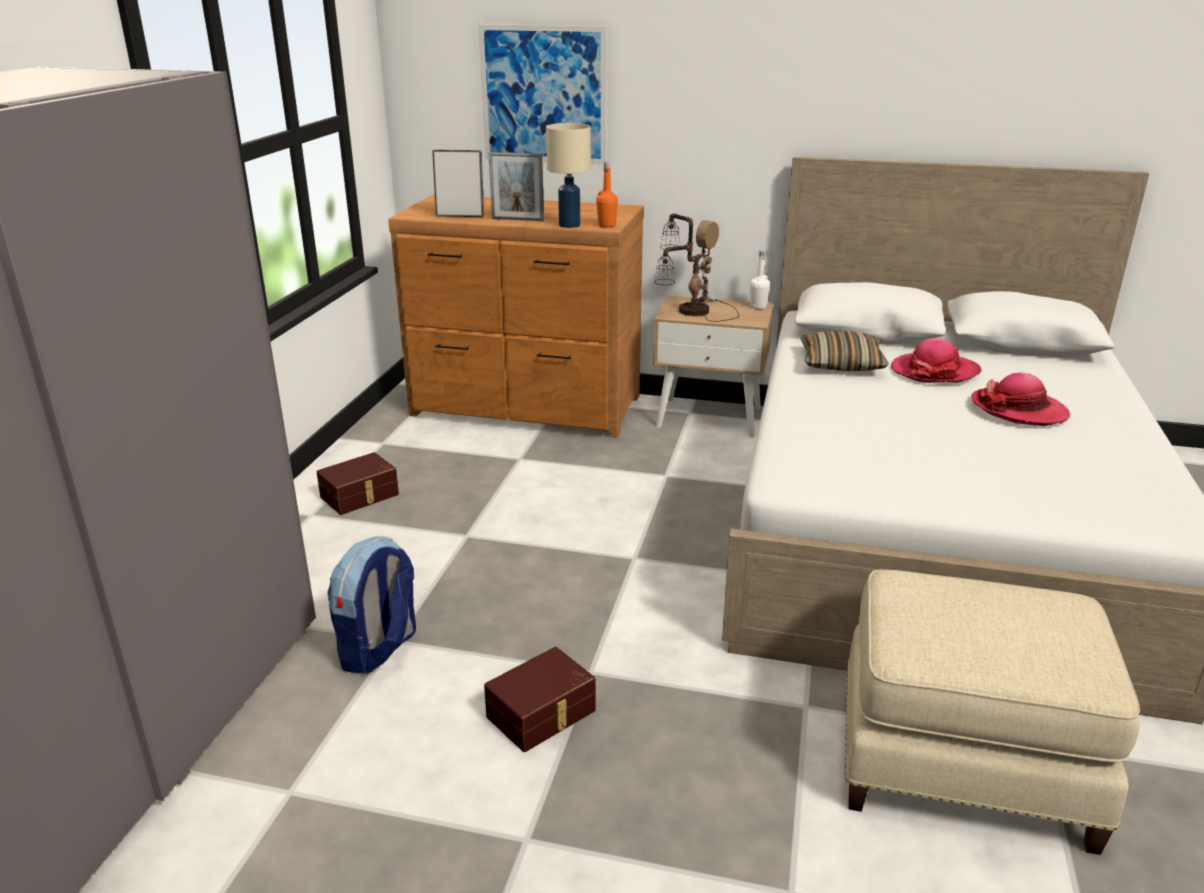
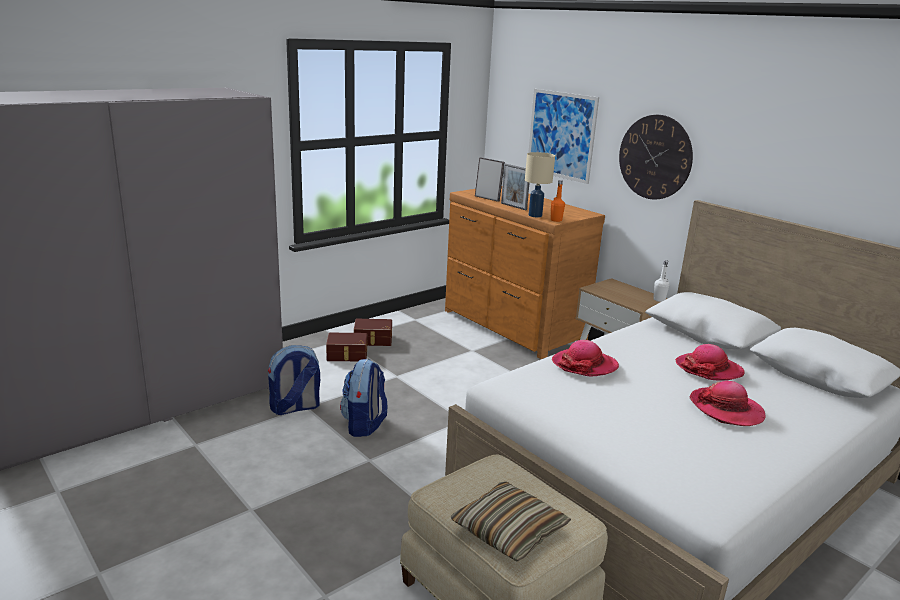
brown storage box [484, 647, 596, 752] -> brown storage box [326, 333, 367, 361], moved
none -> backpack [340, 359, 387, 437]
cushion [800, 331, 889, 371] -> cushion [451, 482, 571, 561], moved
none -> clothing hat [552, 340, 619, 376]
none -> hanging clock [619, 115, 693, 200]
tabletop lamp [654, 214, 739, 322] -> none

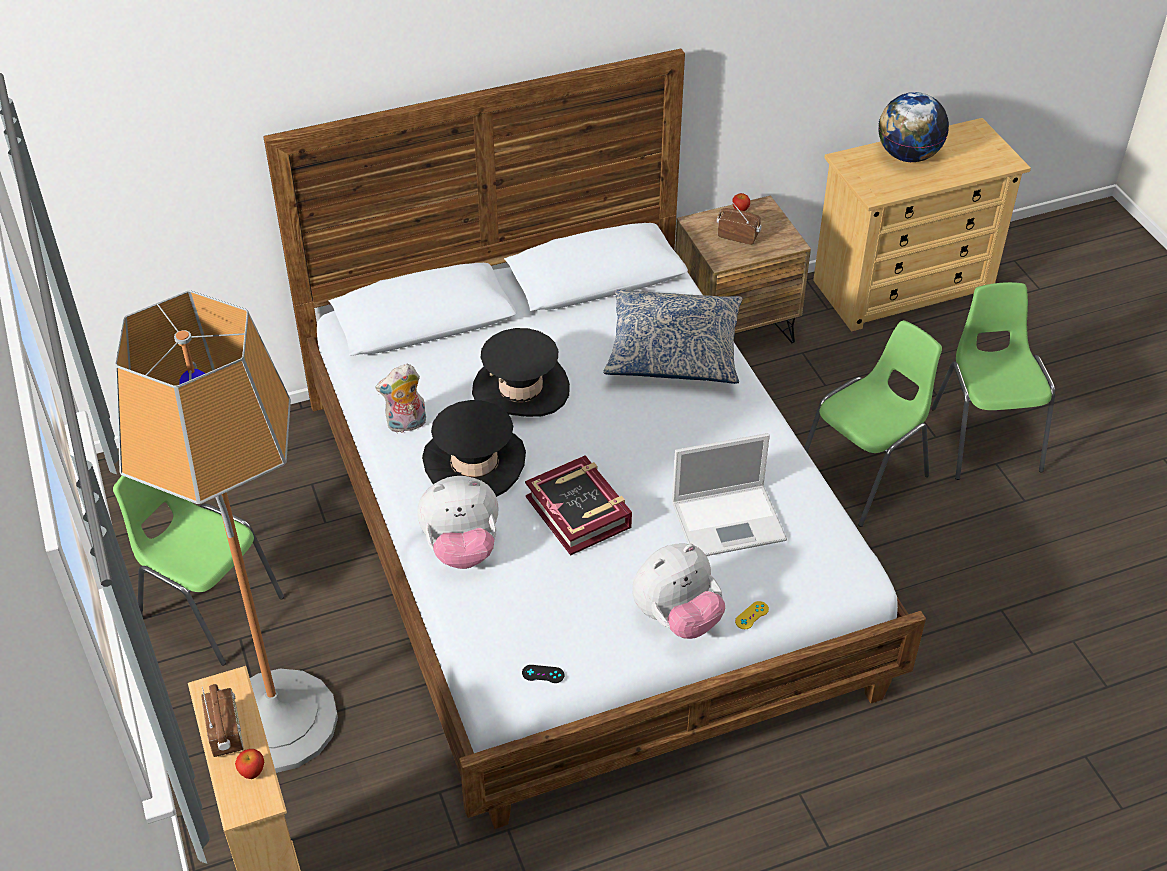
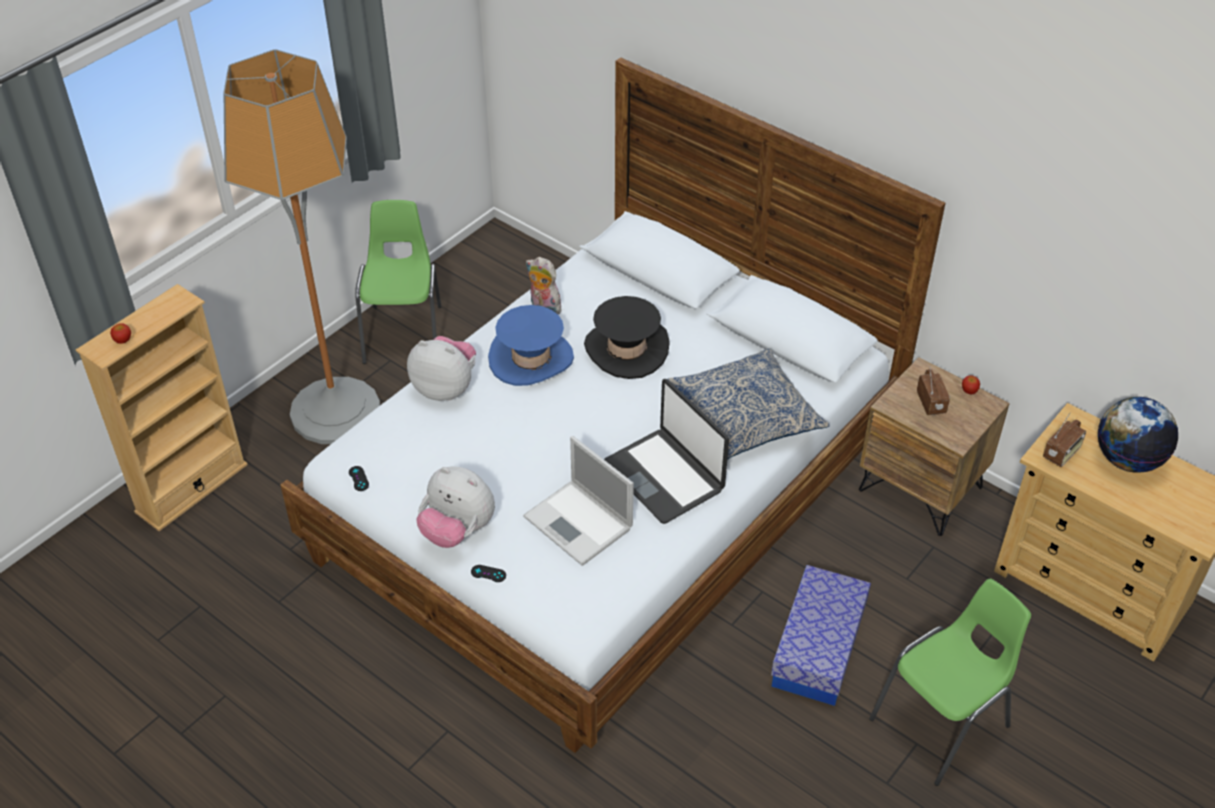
plush toy [417, 476, 498, 569] -> plush toy [407, 336, 476, 401], 150 degrees clockwise
yellow gamepad [735, 601, 769, 629] -> blackish gamepad [471, 565, 506, 582]
blackish clothing hat [422, 400, 526, 497] -> bluish clothing hat [488, 305, 574, 386]
none -> portable computer [604, 379, 729, 524]
green-coloured upright chair [804, 320, 942, 527] -> storage box [771, 565, 871, 706]
radio [201, 684, 244, 757] -> radio [1043, 412, 1086, 467], moved
book [525, 455, 632, 556] -> none

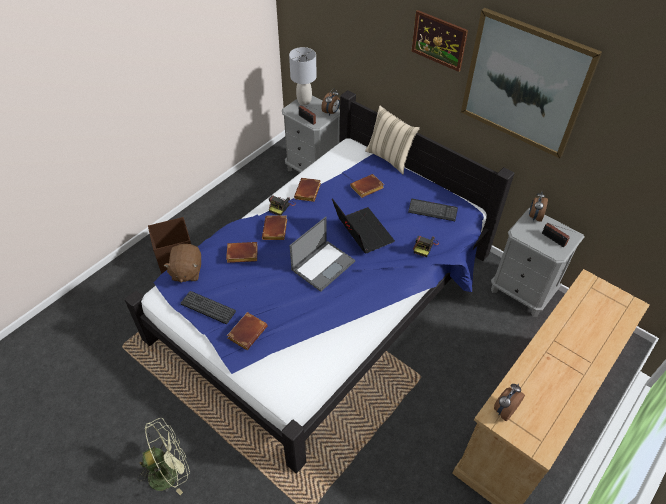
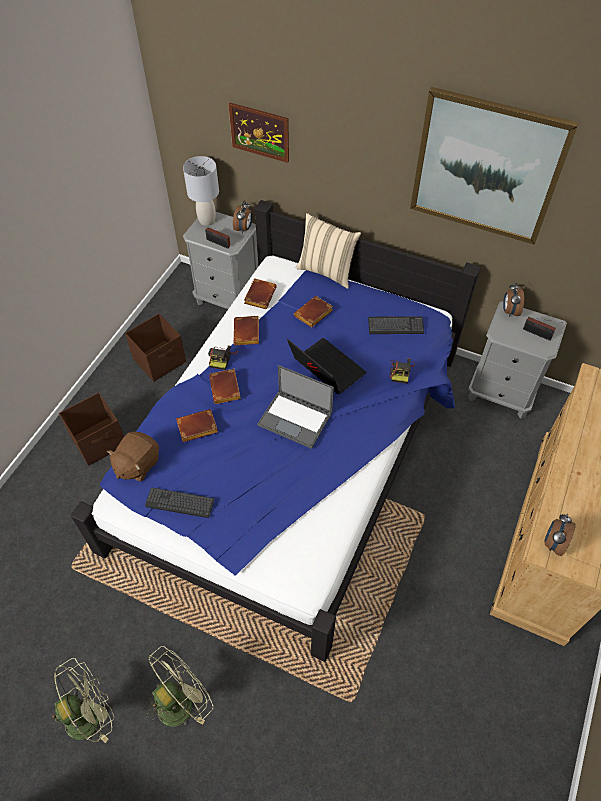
none -> green-coloured cooling fan [52, 658, 114, 743]
brown plush toy [164, 244, 201, 283] -> brown plush toy [107, 432, 159, 482], 45 degrees clockwise
none -> brown storage box [125, 314, 186, 382]
picture [412, 10, 468, 72] -> picture [228, 103, 289, 163], moved
brown book [227, 312, 268, 350] -> brown book [244, 278, 277, 309], moved
portable computer [290, 217, 355, 292] -> portable computer [257, 365, 334, 449], 90 degrees clockwise

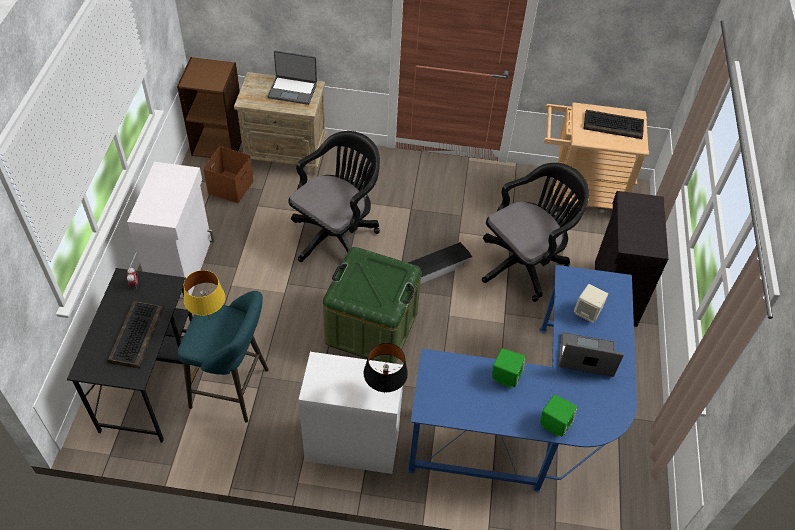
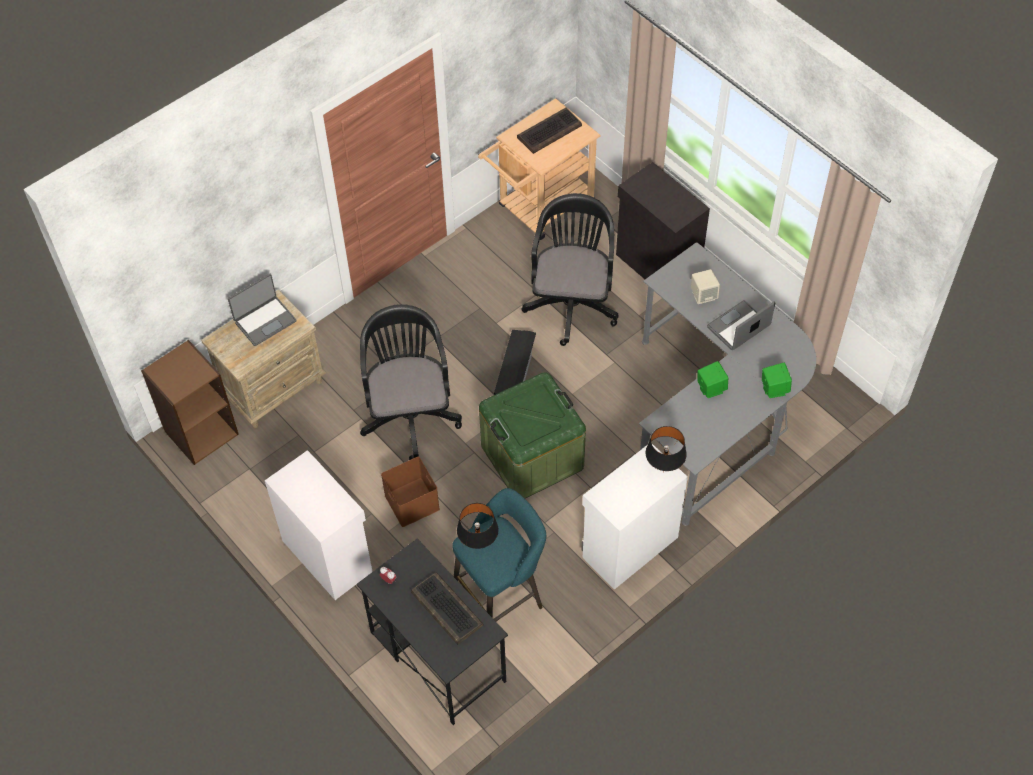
brown storage box [203, 146, 254, 203] -> brown storage box [381, 457, 440, 527], moved
yellow tabletop lamp [184, 270, 225, 320] -> blackish tabletop lamp [457, 503, 499, 549]
bluish desk unit [407, 265, 637, 492] -> grey desk unit [639, 242, 816, 526]

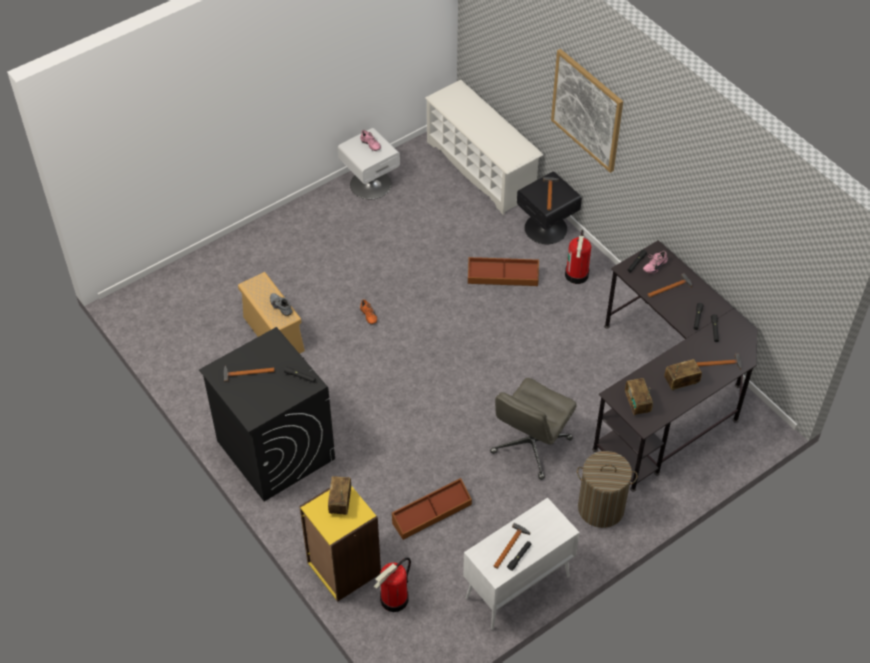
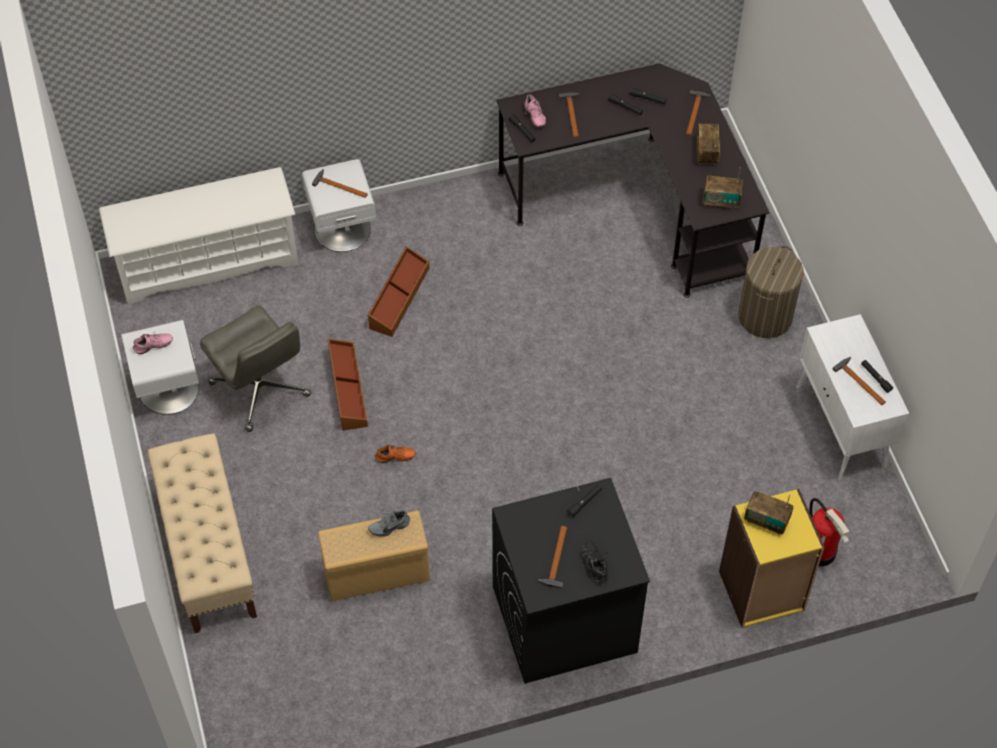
none -> beige long seat [148, 433, 257, 633]
grey desk chair [490, 378, 577, 480] -> grey desk chair [200, 306, 311, 432], moved
blackish bedside table [517, 171, 582, 244] -> white bedside table [302, 159, 376, 252]
brown storage box [392, 478, 472, 540] -> brown storage box [327, 339, 368, 431], moved
none -> blackish shoe [582, 541, 608, 584]
picture [551, 49, 623, 173] -> none
fire-fighting cylinder [565, 230, 591, 284] -> none

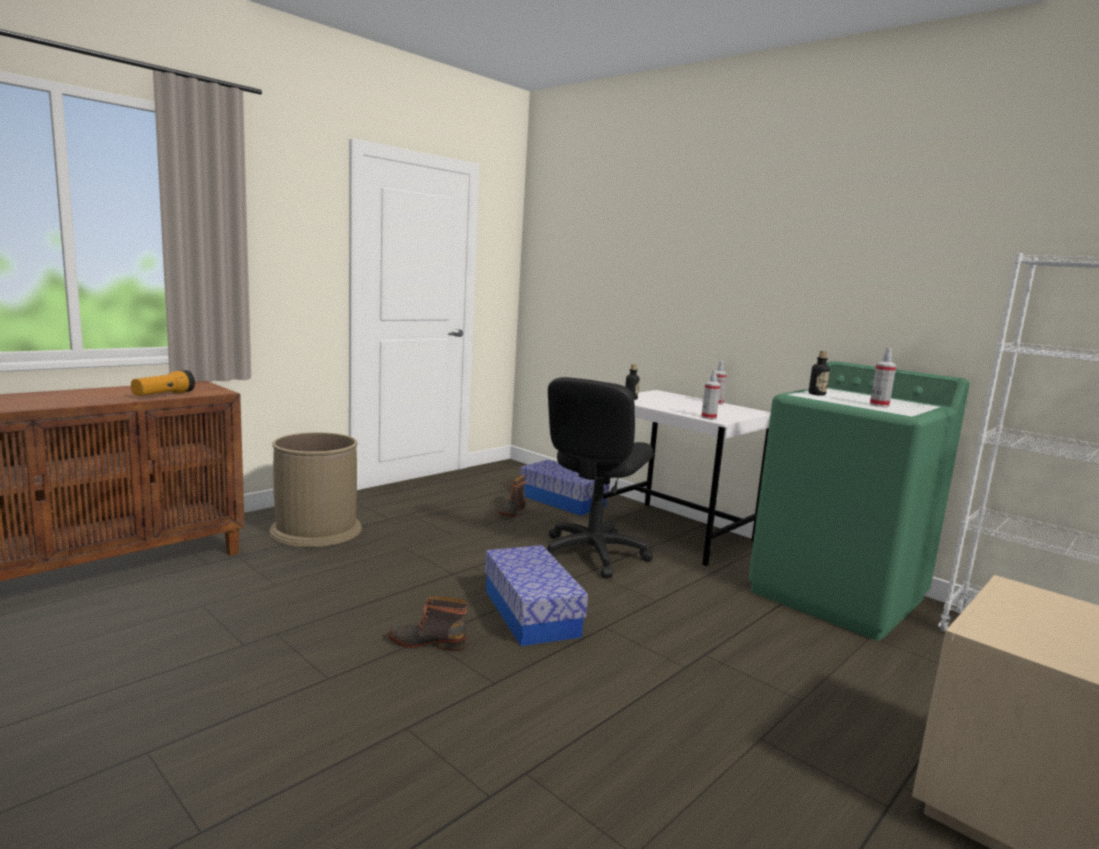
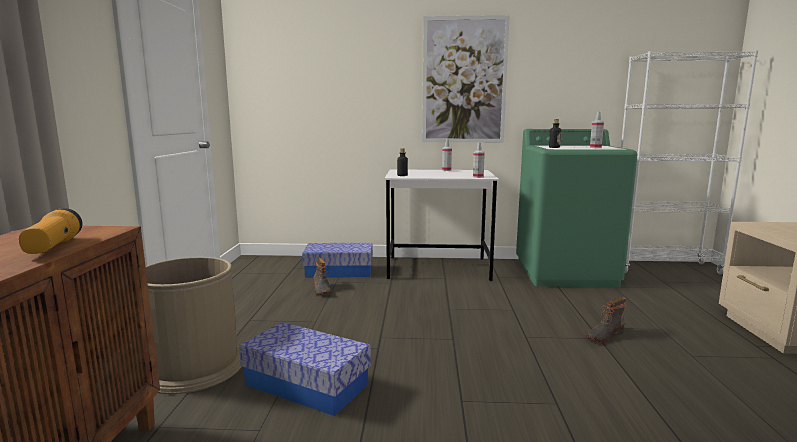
storage box [485, 545, 588, 646] -> storage box [239, 322, 371, 416], moved
none -> picture [422, 15, 510, 142]
high-top boot [388, 596, 467, 651] -> high-top boot [586, 297, 626, 343], moved
blackish desk chair [547, 377, 653, 578] -> none

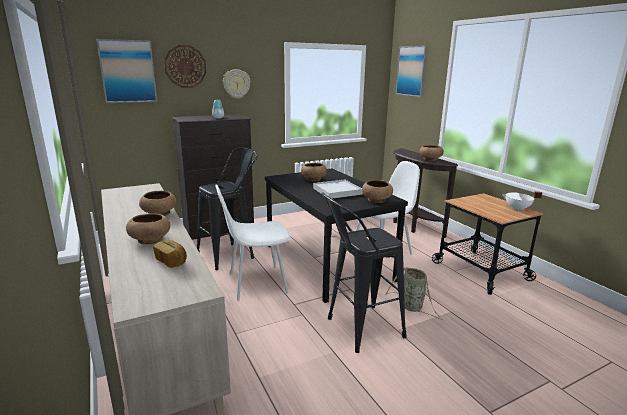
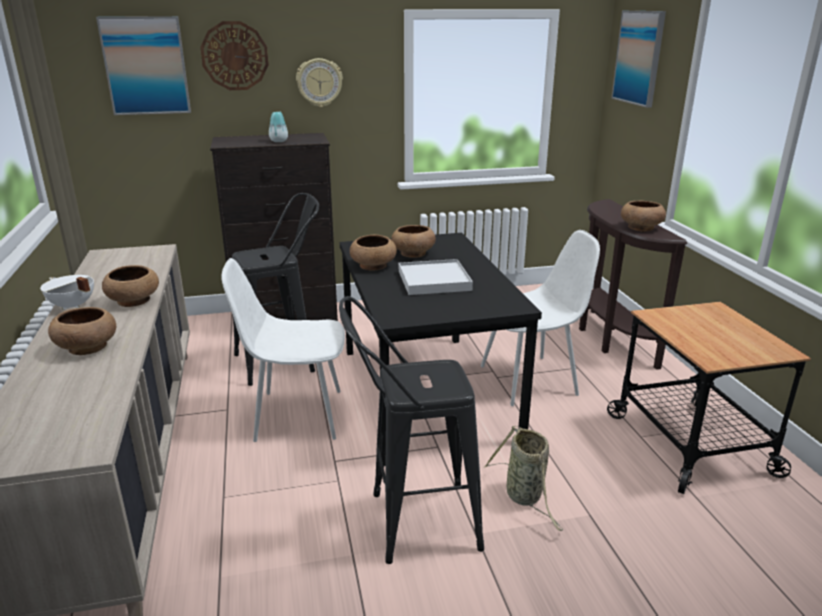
white cooking pot [502, 191, 542, 211] -> white cooking pot [40, 275, 94, 310], moved
brown bowl [362, 180, 393, 203] -> brown bowl [350, 235, 397, 271], moved
bread [153, 240, 187, 268] -> none

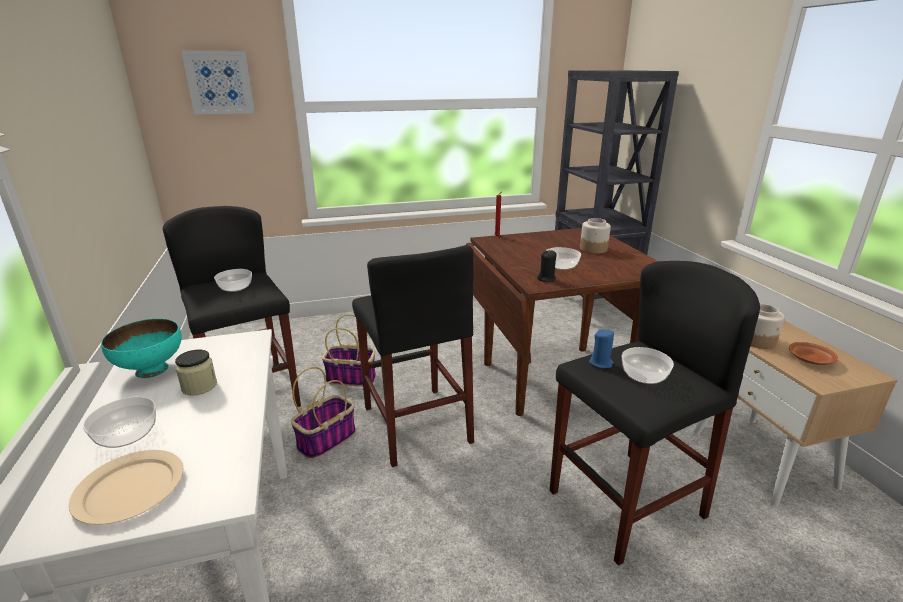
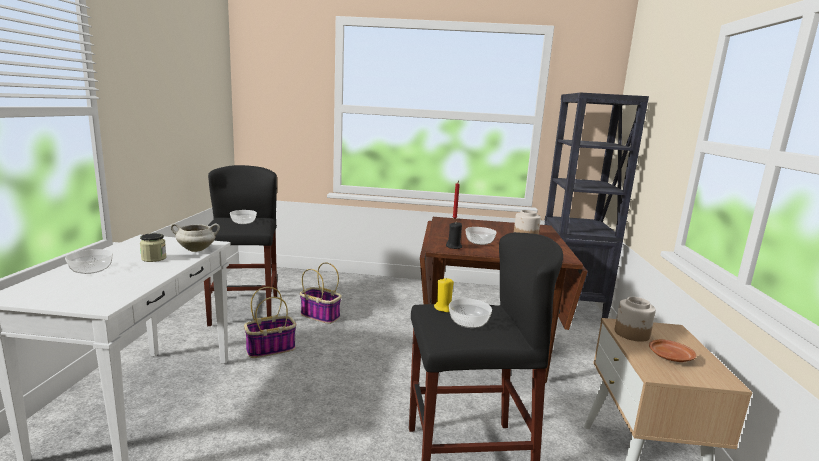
none -> white cooking pot [170, 223, 220, 252]
bluish candle [589, 329, 614, 368] -> yellow candle [434, 277, 454, 312]
beige plate [69, 450, 183, 525] -> none
turquoise-coloured bowl [101, 318, 182, 378] -> none
picture [181, 51, 255, 114] -> none
blackish stool seat [352, 245, 474, 467] -> none

